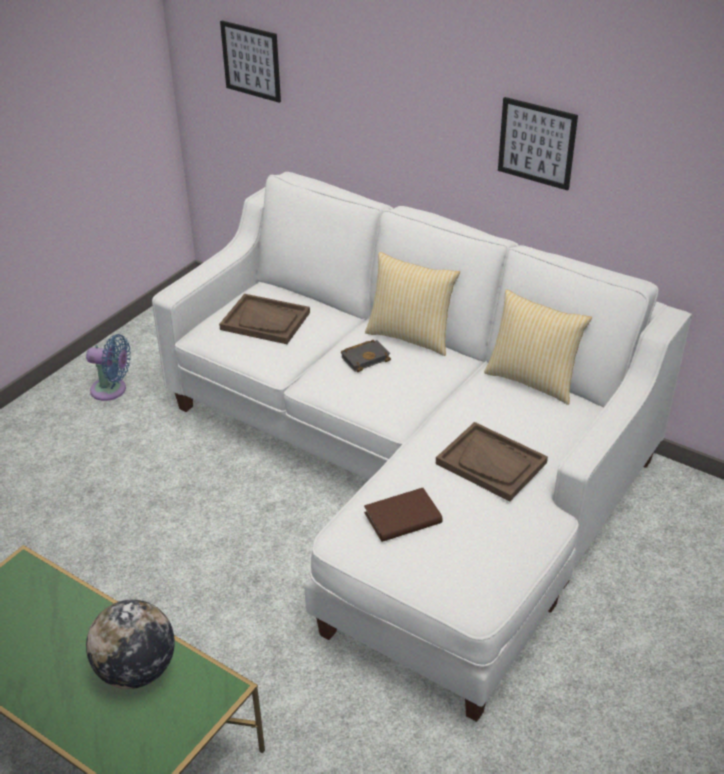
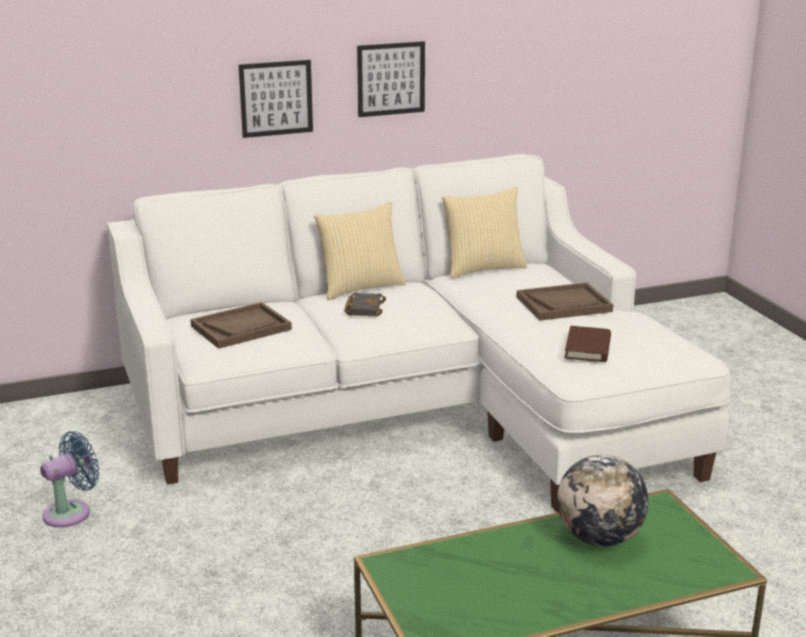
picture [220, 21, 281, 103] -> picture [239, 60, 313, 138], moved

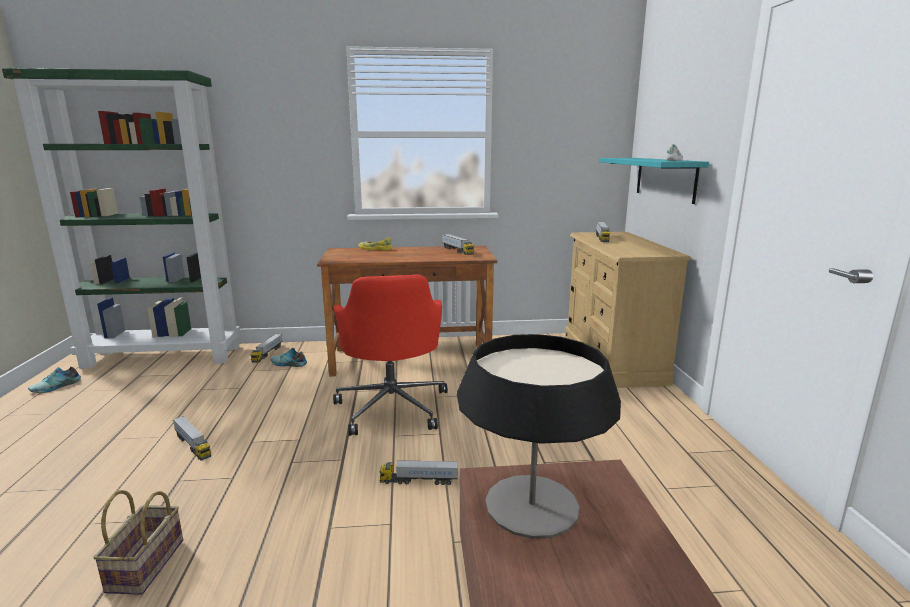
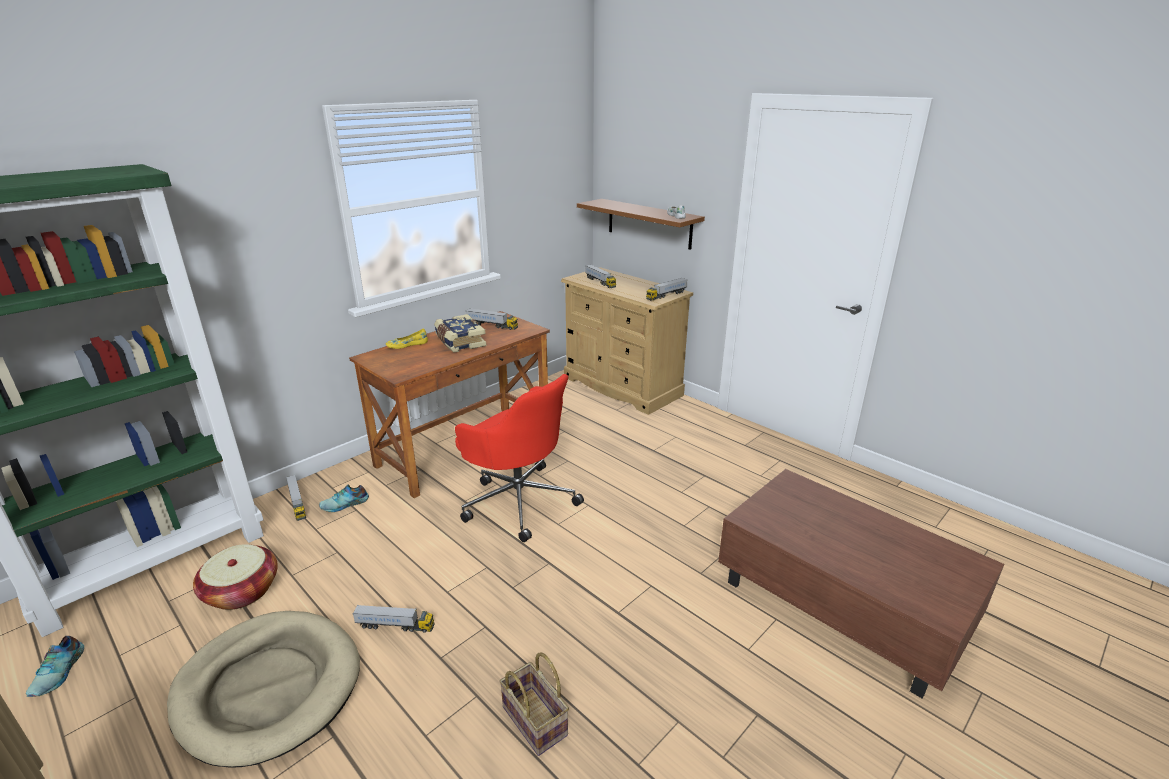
none -> beige dog cushion [167, 611, 360, 768]
none -> basket [193, 544, 278, 610]
none -> book [434, 314, 487, 353]
turquoise-coloured shelf [599, 158, 709, 204] -> brown shelf [577, 199, 705, 250]
model truck [380, 460, 458, 485] -> model truck [646, 278, 688, 301], moved
tabletop lamp [457, 334, 621, 539] -> none

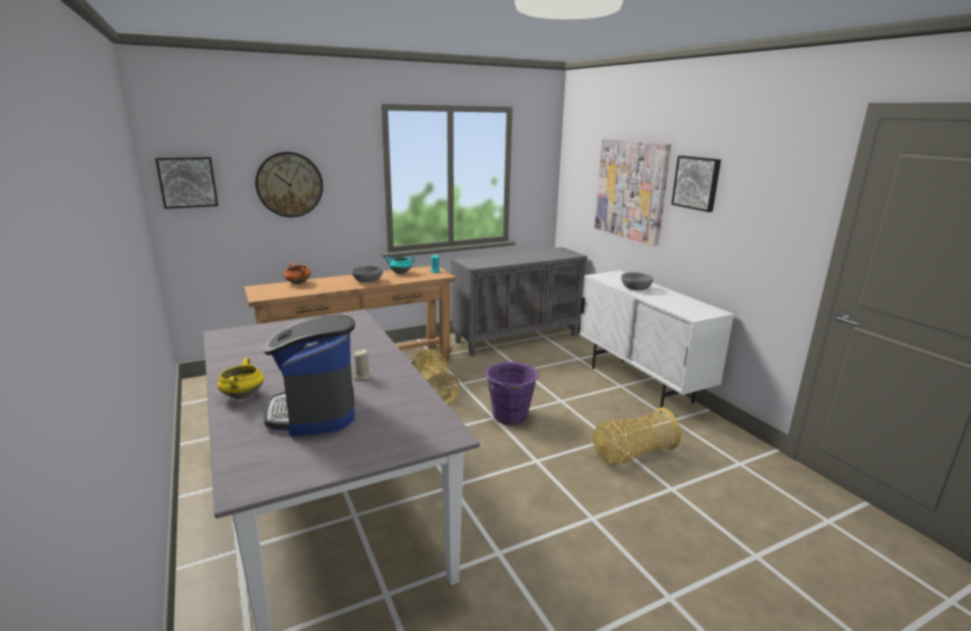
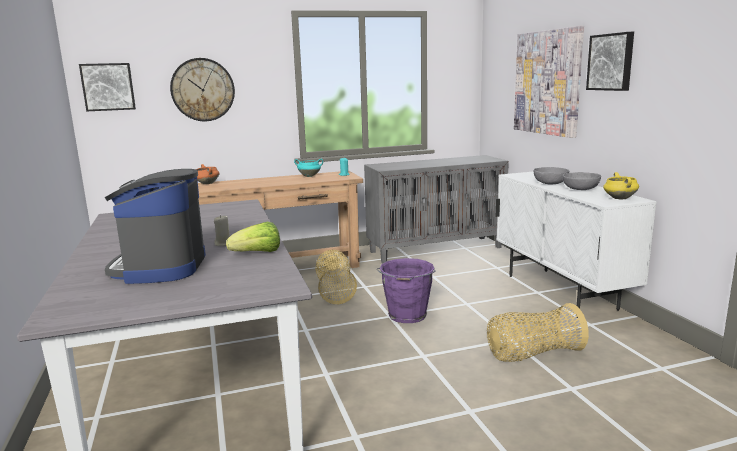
none -> head of lettuce [226, 222, 280, 252]
grey bowl [352, 266, 383, 283] -> grey bowl [563, 172, 601, 190], moved
yellow cooking pot [217, 358, 264, 399] -> yellow cooking pot [603, 172, 639, 200], moved

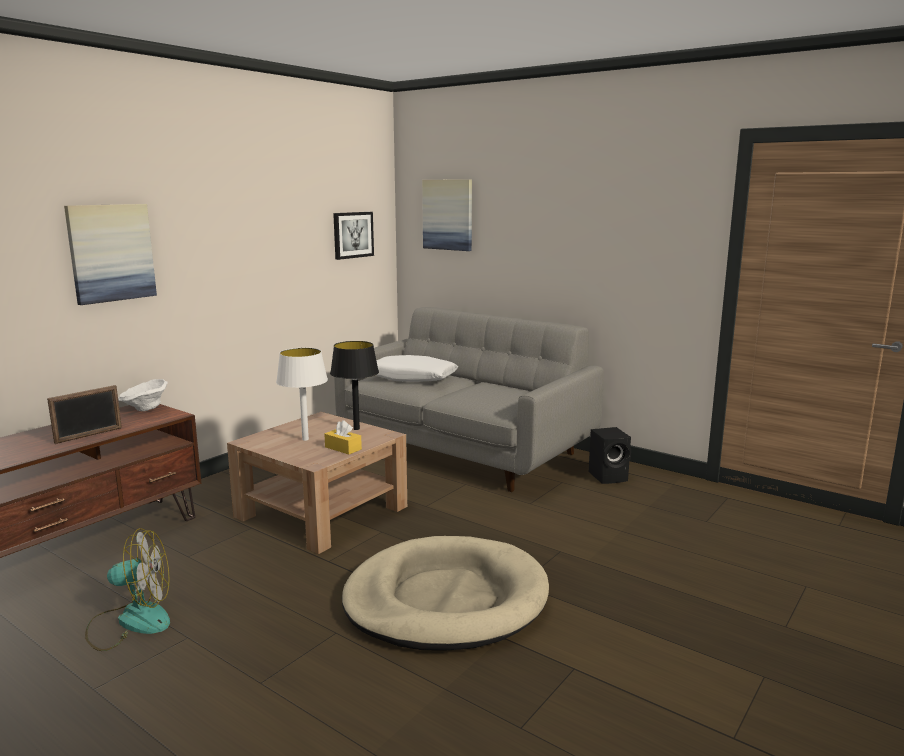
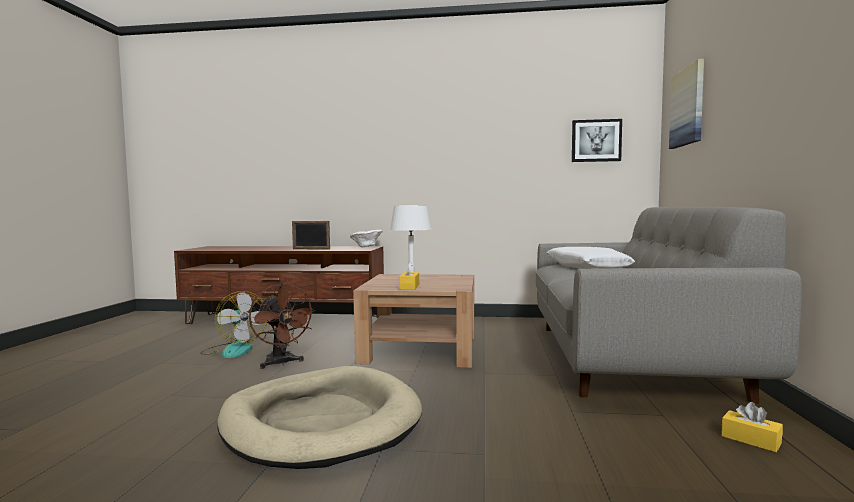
none -> brown cooling fan [249, 283, 316, 369]
blackish speaker [589, 427, 631, 484] -> yellow box of tissues [721, 402, 783, 452]
picture [64, 204, 157, 305] -> none
blackish tabletop lamp [330, 341, 379, 430] -> none

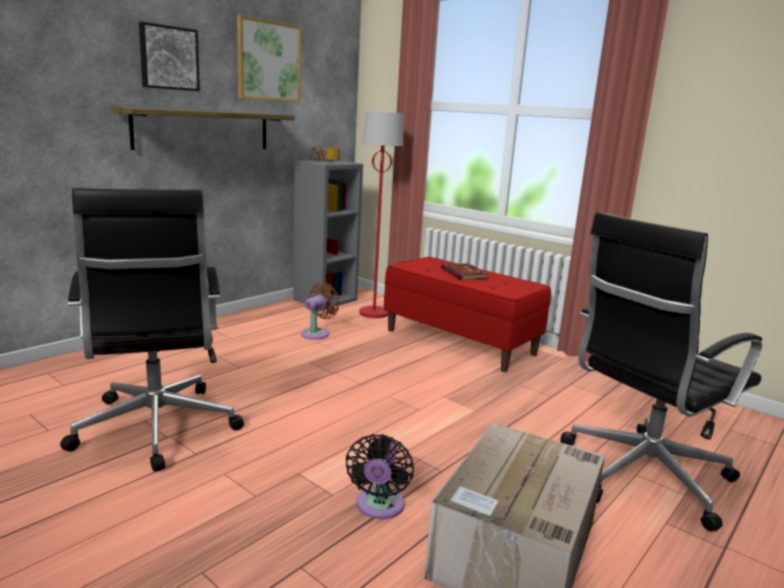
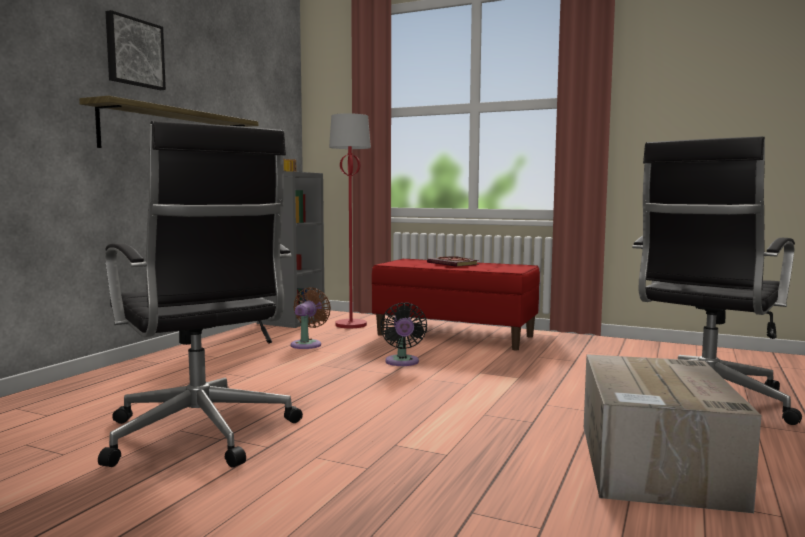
blackish cooling fan [346, 434, 414, 519] -> blackish cooling fan [380, 302, 427, 366], moved
picture [237, 15, 301, 102] -> none

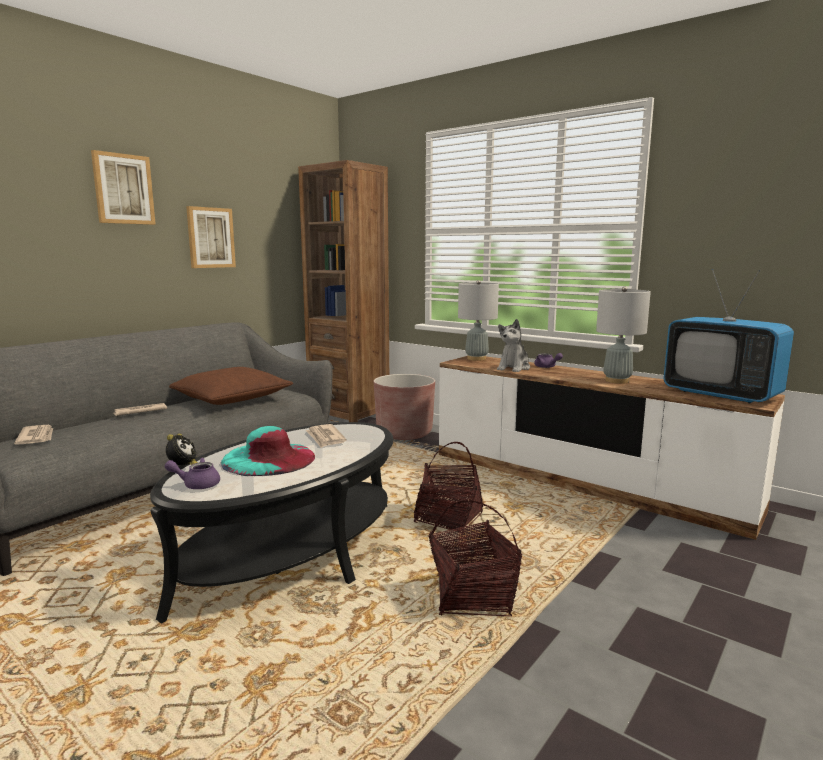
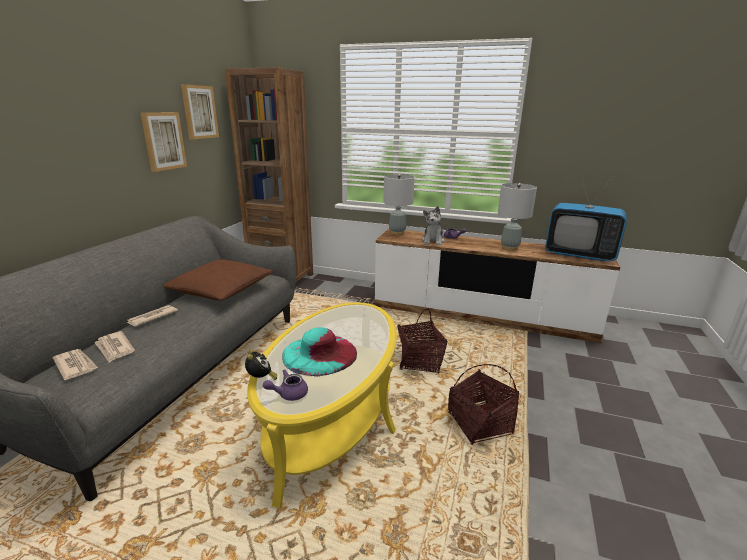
daily paper [306, 424, 347, 448] -> daily paper [94, 331, 135, 363], moved
picture [91, 150, 156, 225] -> picture [181, 84, 219, 140], moved
blackish low table [150, 422, 393, 624] -> yellow low table [247, 303, 397, 509]
brown planter [374, 374, 435, 440] -> none

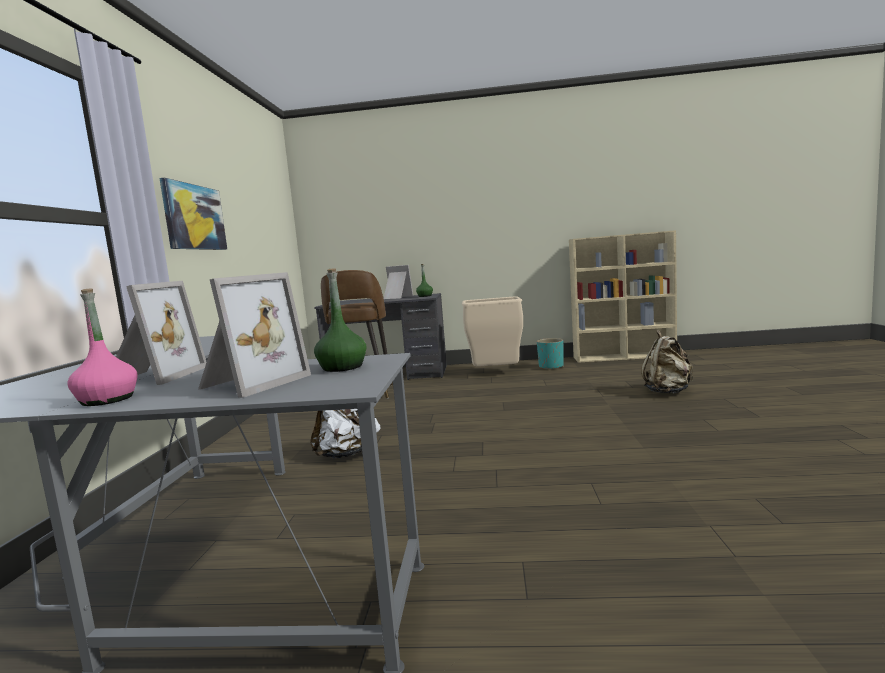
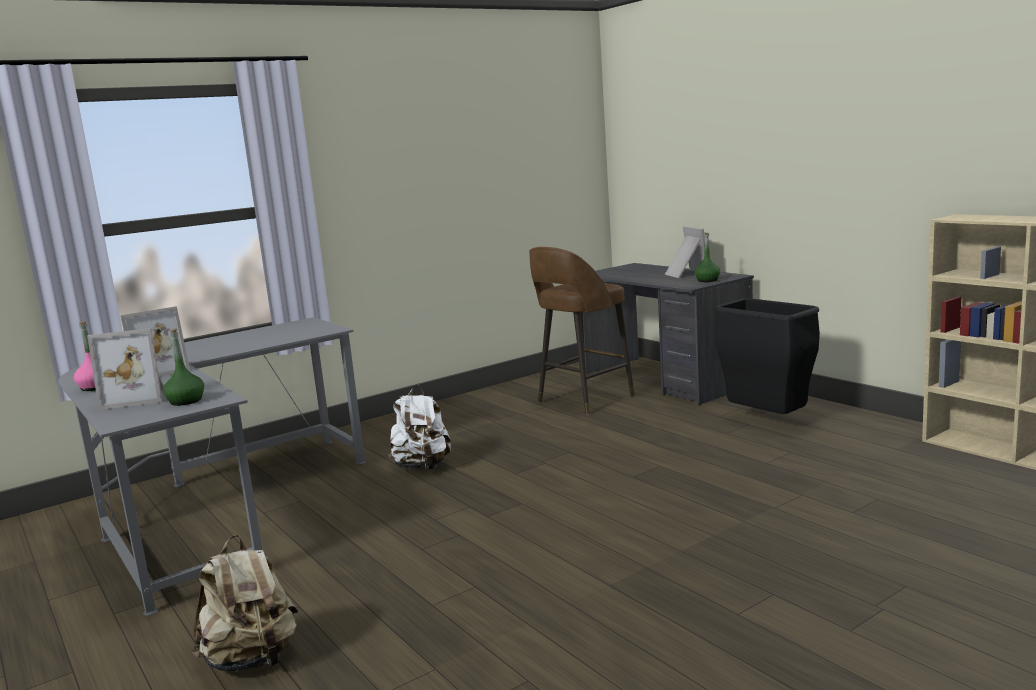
beige backpack [641, 330, 693, 393] -> beige backpack [191, 535, 298, 672], moved
beige waste bin [462, 296, 523, 367] -> blackish waste bin [715, 298, 820, 414]
picture [159, 178, 227, 250] -> none
turquoise-coloured planter [537, 338, 564, 370] -> none

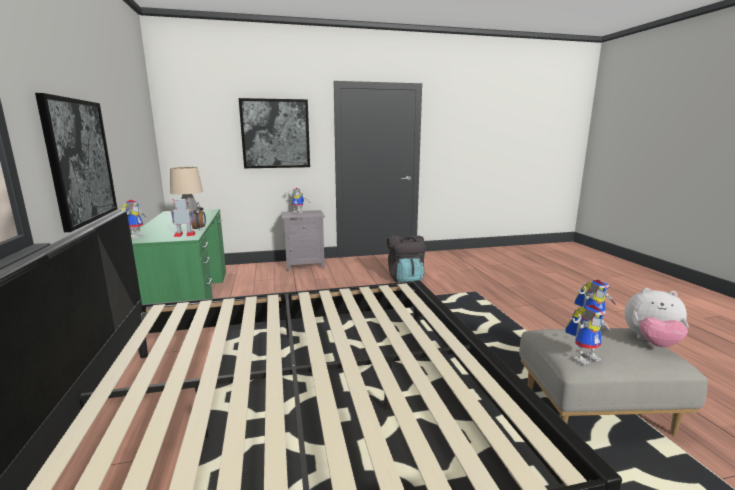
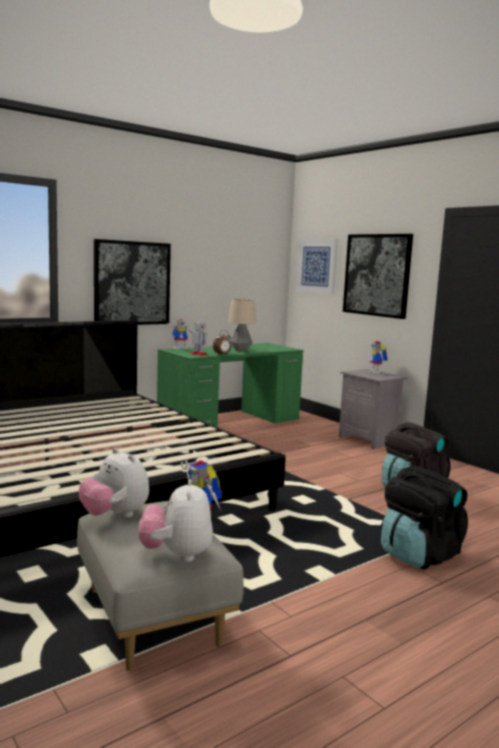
toy robot [565, 305, 611, 365] -> plush toy [79, 448, 149, 518]
none -> picture [296, 239, 338, 295]
none -> blackish backpack [381, 465, 468, 570]

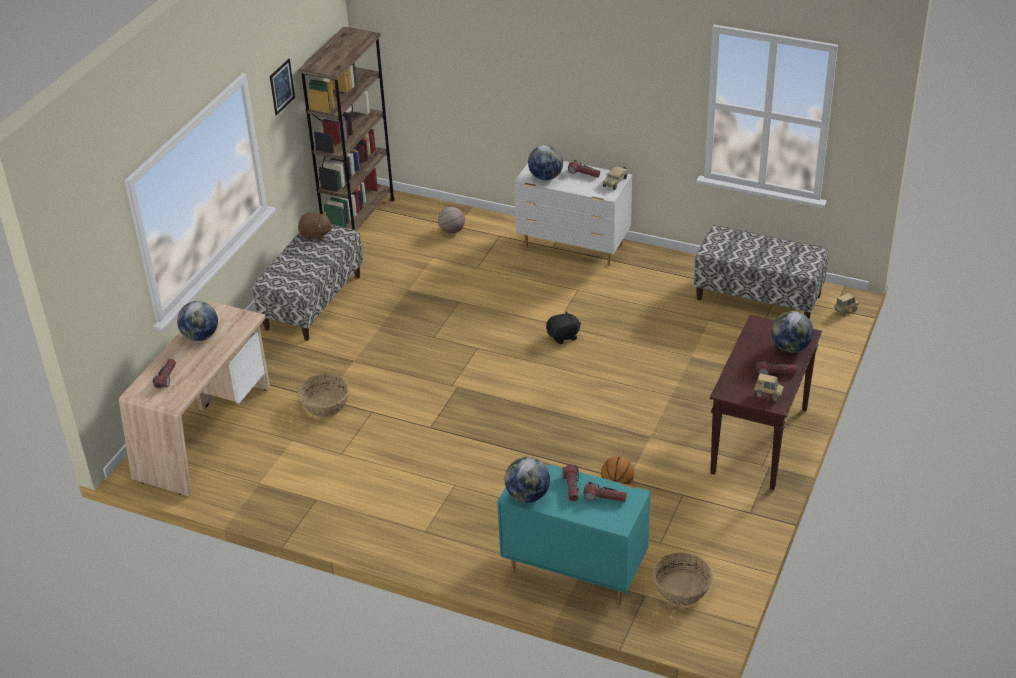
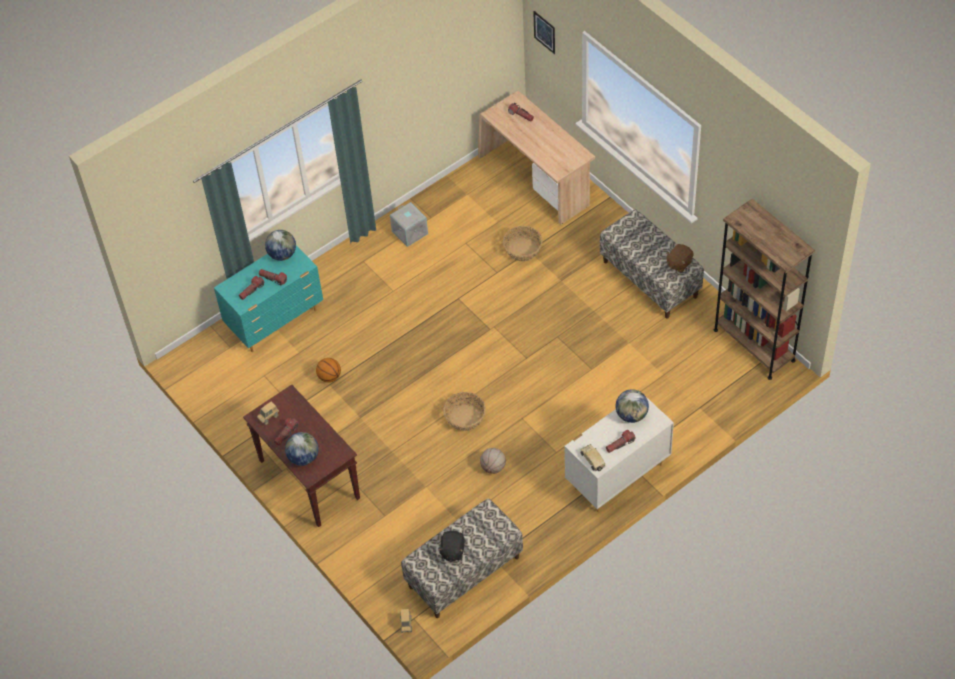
none -> grey storage box [390, 202, 428, 247]
blackish plush toy [546, 311, 581, 344] -> blackish plush toy [438, 531, 465, 562], moved
basket [652, 552, 713, 606] -> basket [443, 392, 486, 431], moved
basketball [438, 207, 465, 234] -> basketball [480, 448, 506, 474], moved
picture [270, 59, 295, 116] -> picture [533, 11, 555, 54], moved
desk globe [177, 301, 218, 341] -> none

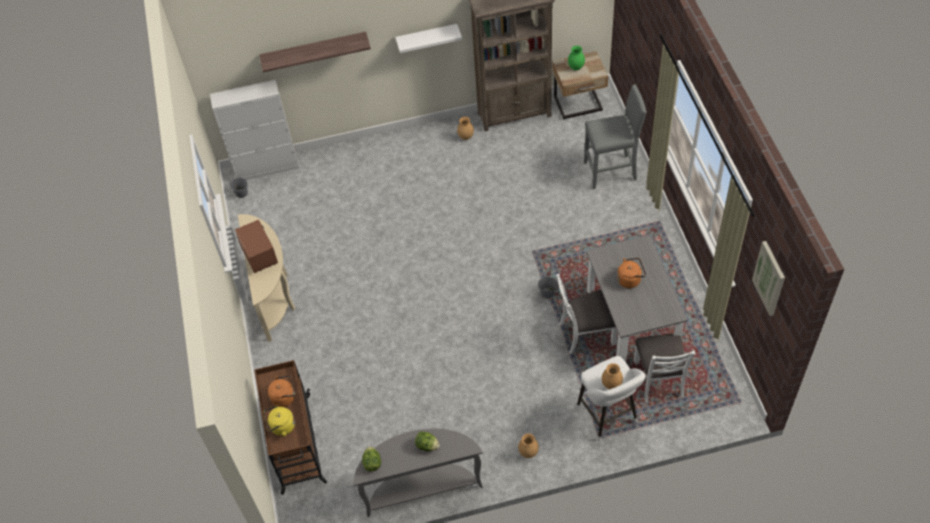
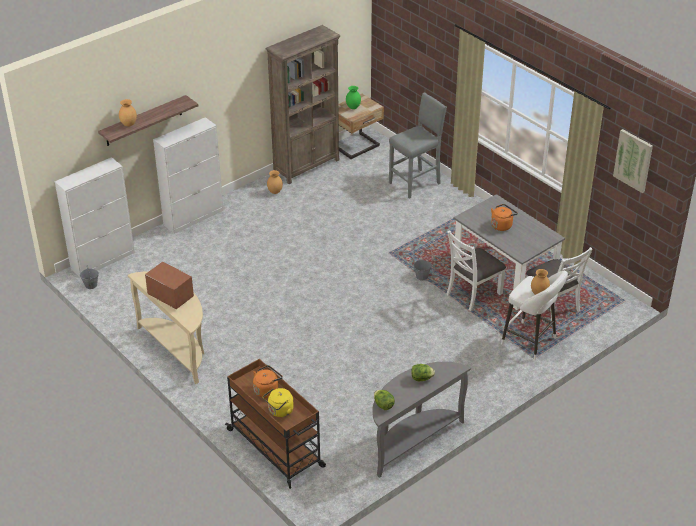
brown flower vase [518, 433, 539, 458] -> brown flower vase [119, 99, 137, 127], moved
none -> white cabinet [153, 117, 224, 234]
white shelf [395, 24, 462, 53] -> none

